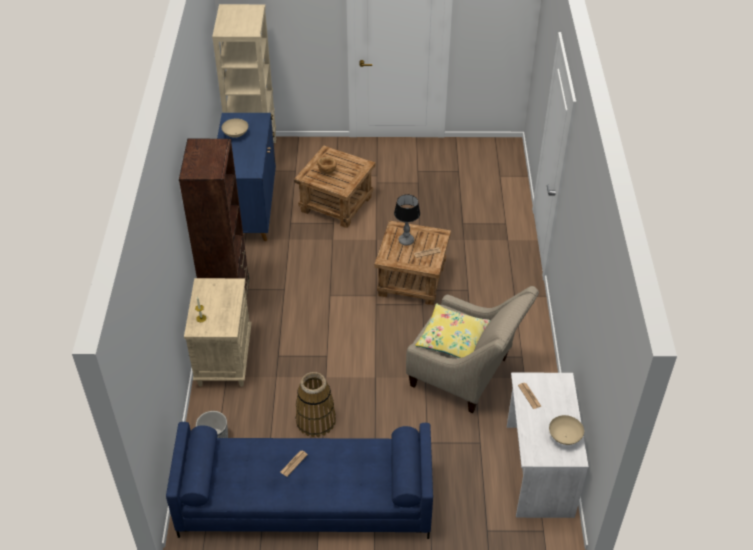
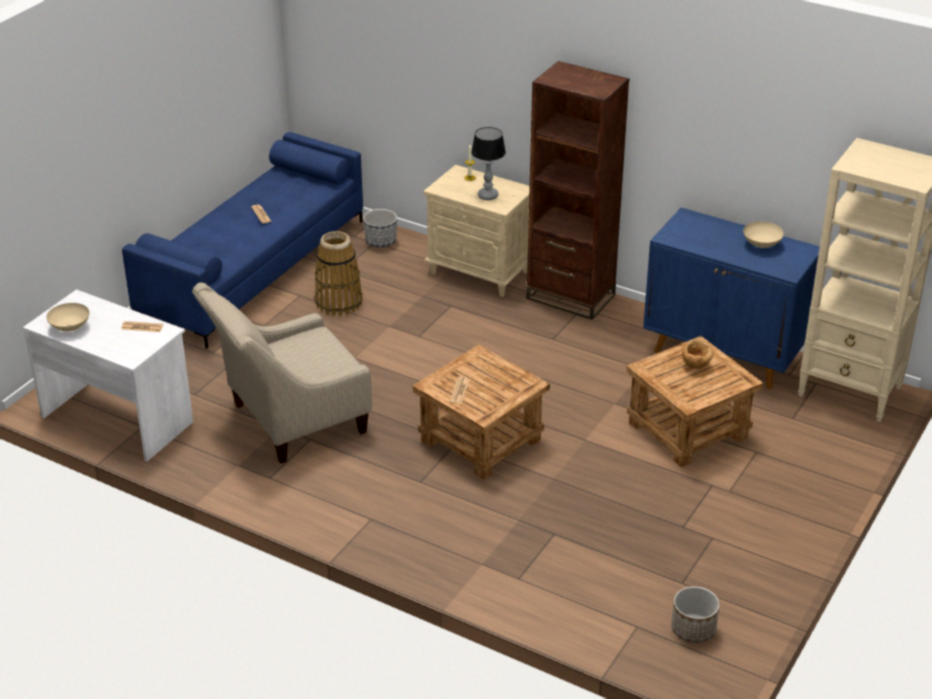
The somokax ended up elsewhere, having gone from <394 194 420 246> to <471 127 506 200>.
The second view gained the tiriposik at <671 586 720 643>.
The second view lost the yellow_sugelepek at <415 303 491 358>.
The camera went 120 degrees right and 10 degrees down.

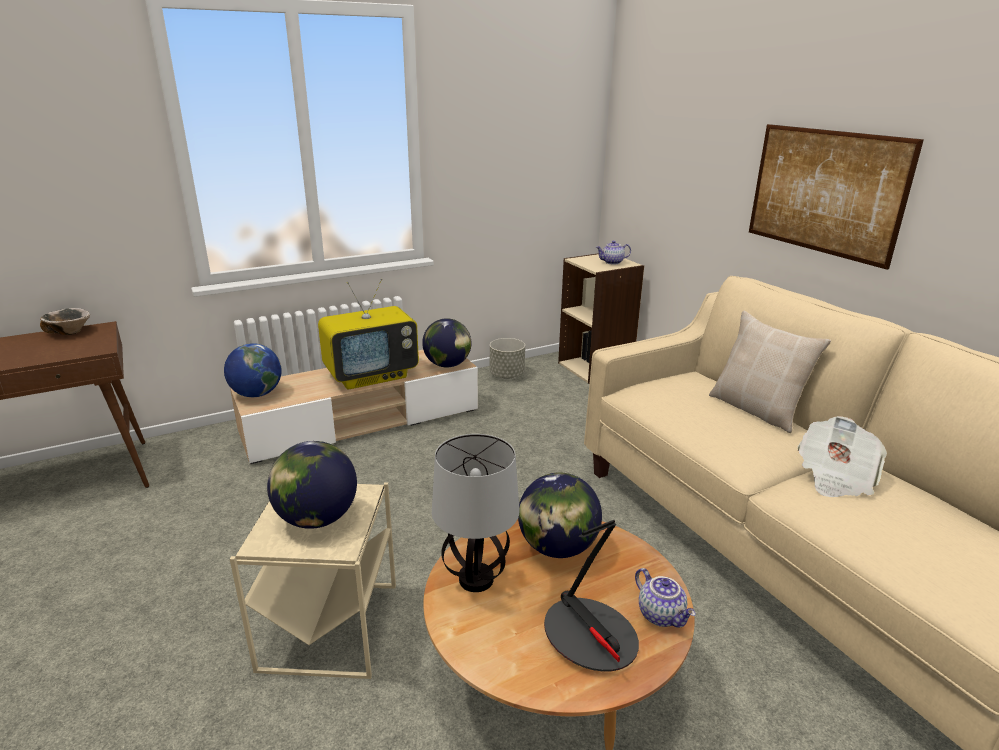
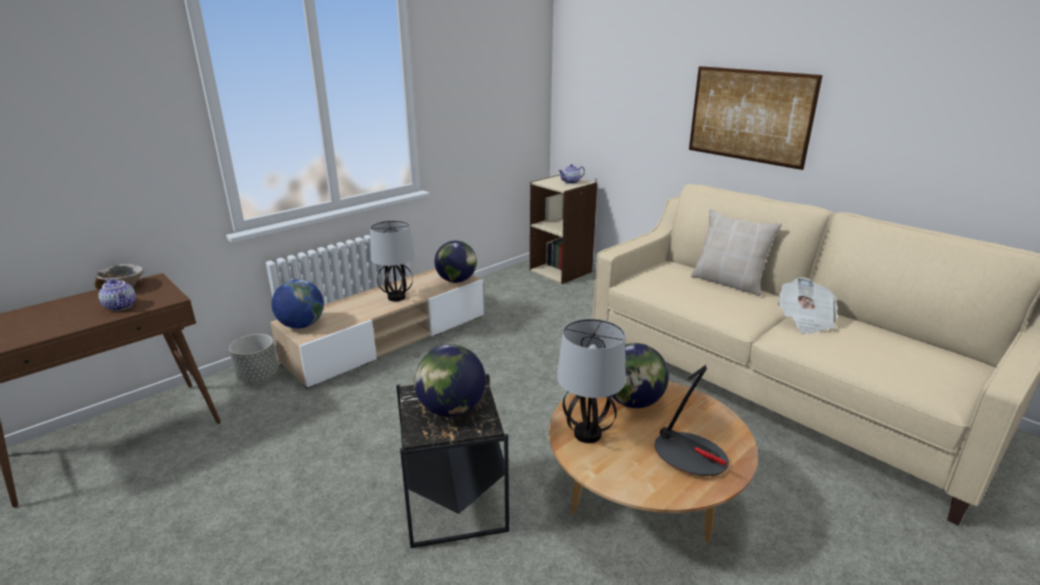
The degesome ended up elsewhere, having gone from <635 568 696 628> to <98 279 136 311>.
The grey_tiriposik ended up elsewhere, having gone from <490 338 525 379> to <229 334 278 382>.
Where the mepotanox stood at <318 278 419 390>, the somokax came to stand at <370 220 415 301>.
What was the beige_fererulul at <230 482 396 679> turned into the black_fererulul at <396 374 509 548>.
The camera went 15 degrees left and 0 degrees up.

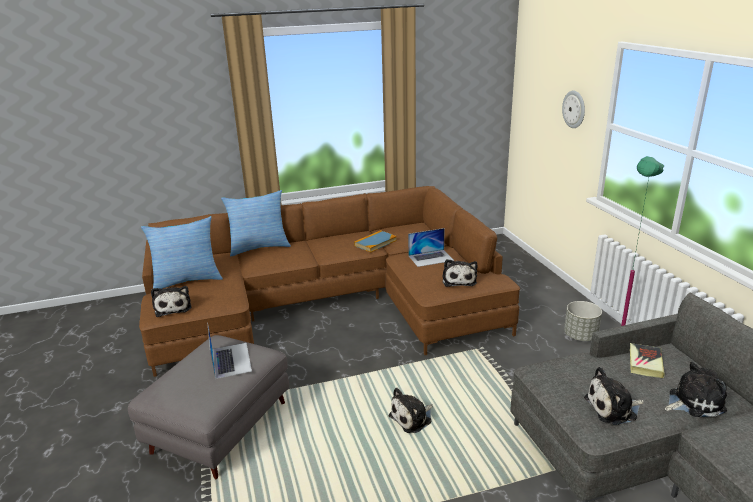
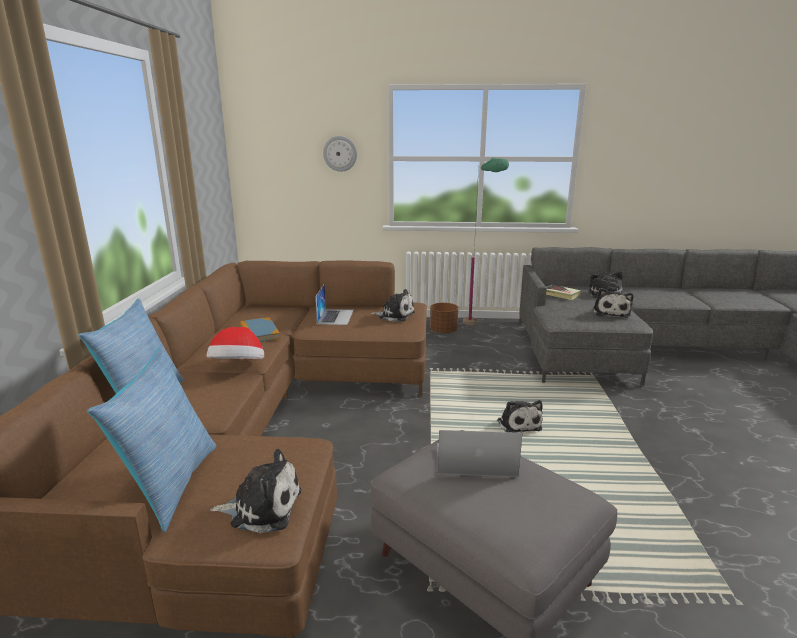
The second view gained the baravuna at <207 327 264 359>.
What was the grey_tiriposik at <564 301 602 341> turned into the brown_tiriposik at <430 303 459 334>.
The camera went 70 degrees left and 5 degrees down.

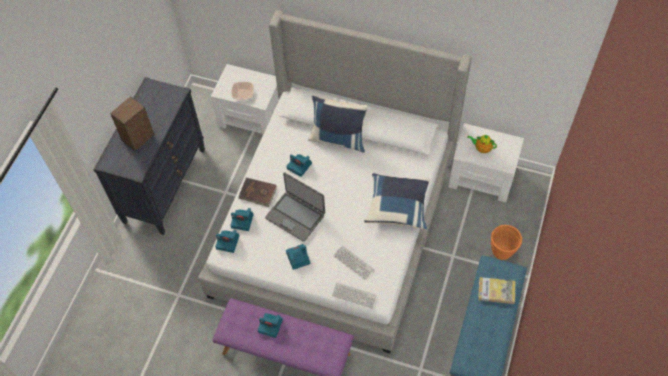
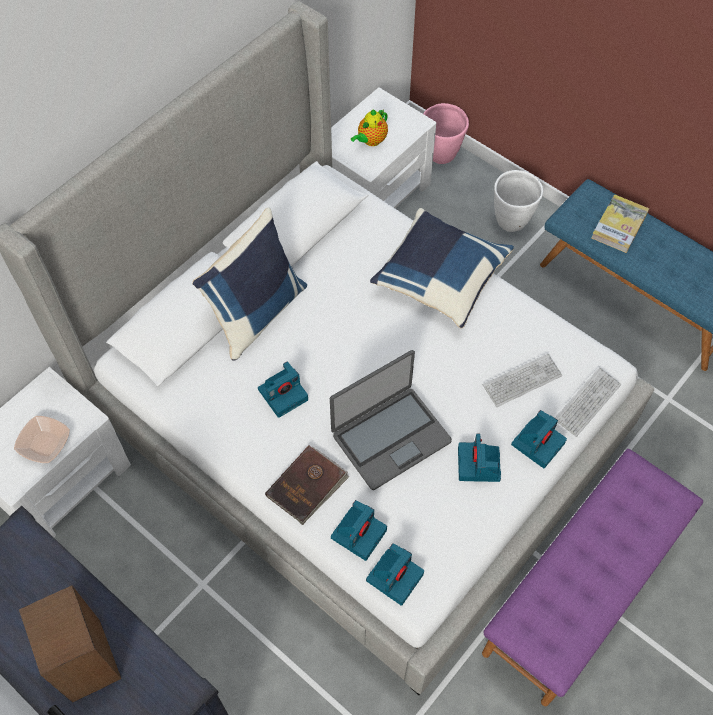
The second view gained the pink_tiriposik at <423 103 469 164>.
What was the orange_tiriposik at <491 225 522 260> turned into the white_tiriposik at <494 170 543 232>.
The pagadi ended up elsewhere, having gone from <258 313 283 338> to <511 410 567 468>.
The camera went 70 degrees left and 0 degrees up.

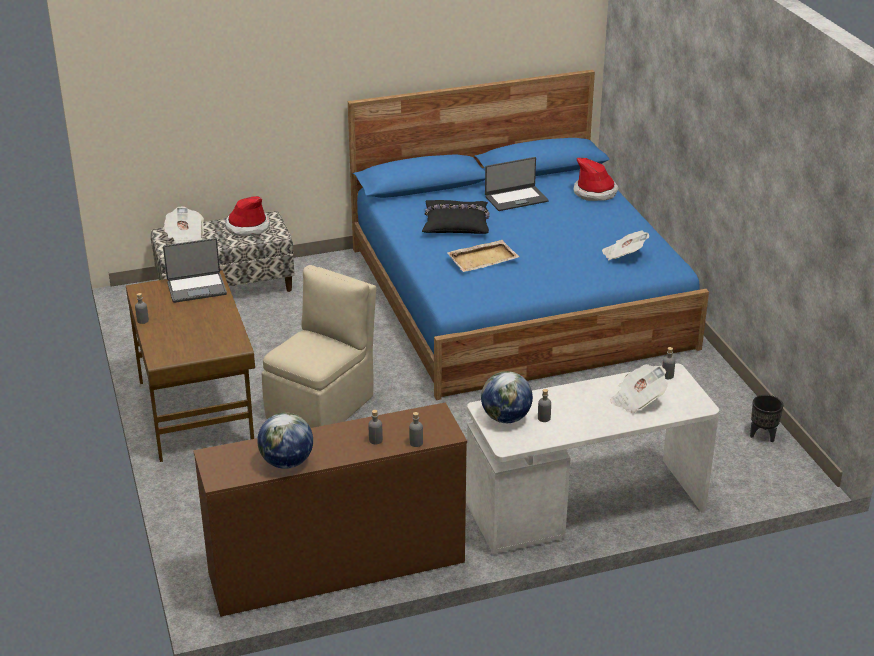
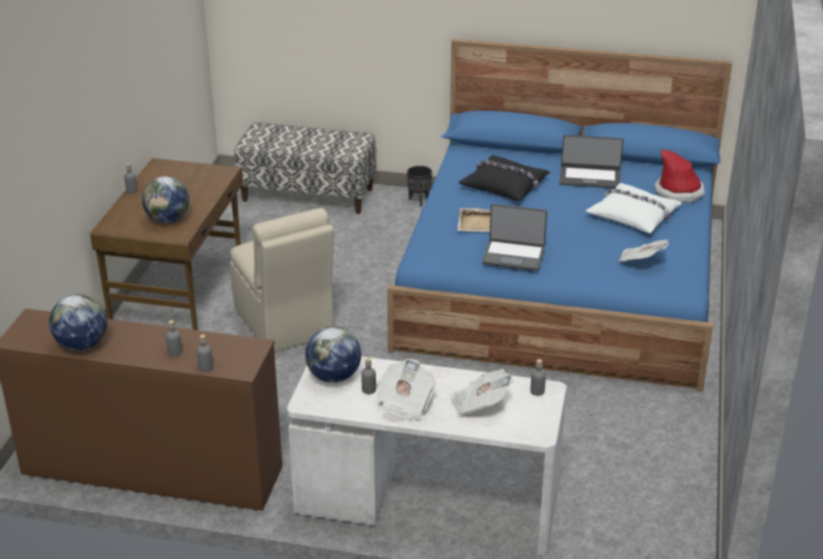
The second view gained the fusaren at <142 176 189 223>.
The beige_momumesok at <262 265 376 428> ended up facing another way, 90 degrees clockwise from before.
The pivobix ended up elsewhere, having gone from <163 206 204 244> to <376 359 436 422>.
The black_tiriposik ended up elsewhere, having gone from <750 395 783 442> to <407 166 432 207>.
The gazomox ended up elsewhere, having gone from <163 238 227 303> to <482 204 547 271>.
The second view gained the white_sugelepek at <586 183 682 233>.
The second view lost the baravuna at <225 196 270 236>.
The camera went 30 degrees right and 0 degrees up.

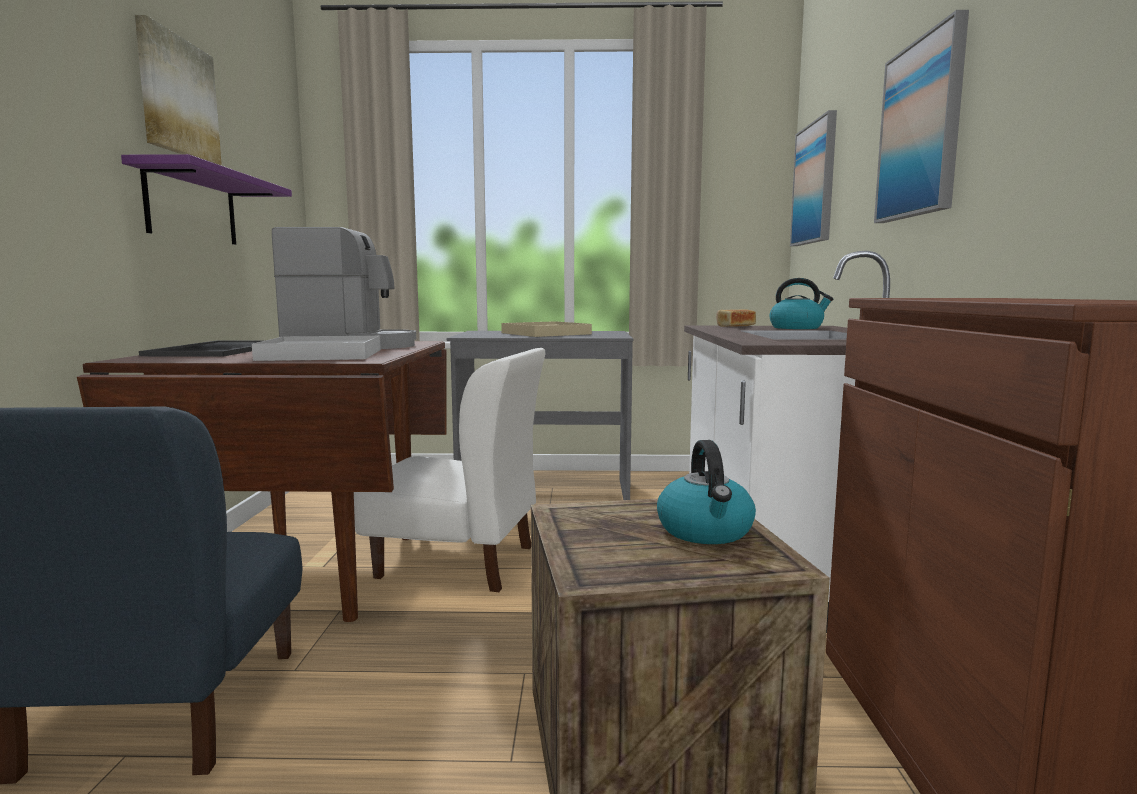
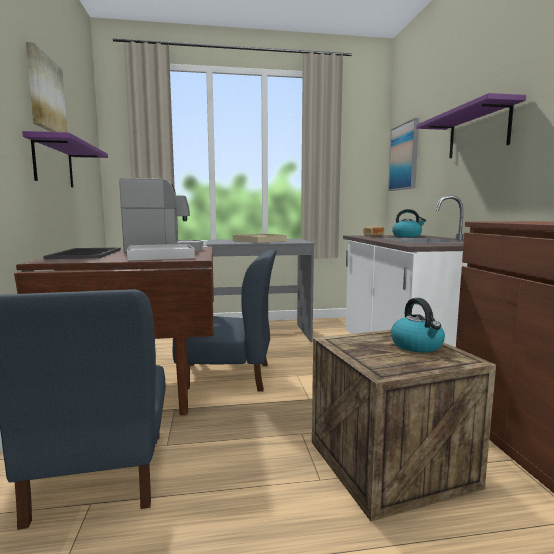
What was the white_momumesok at <354 348 545 592> turned into the blue_momumesok at <173 250 276 392>.
Where the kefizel hung at <874 10 969 223>, the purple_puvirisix came to hang at <416 93 526 158>.
The camera went 10 degrees left and 0 degrees up.

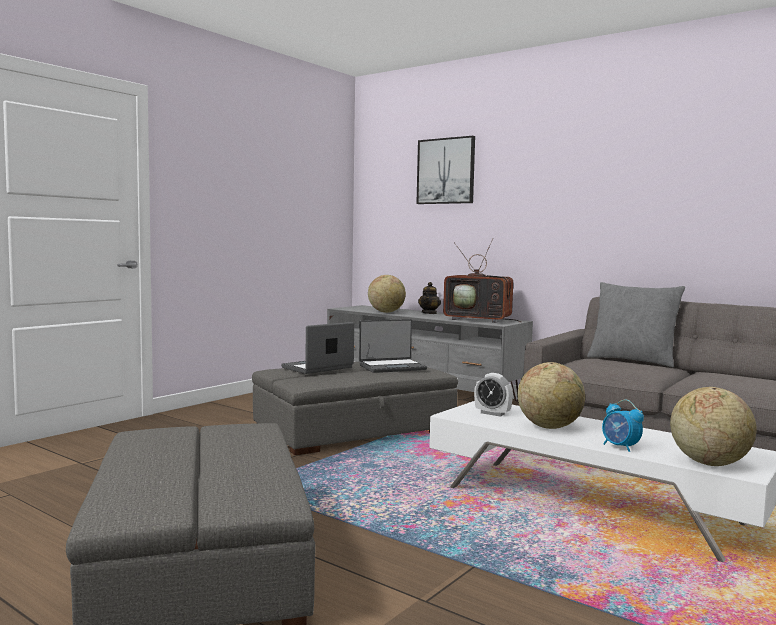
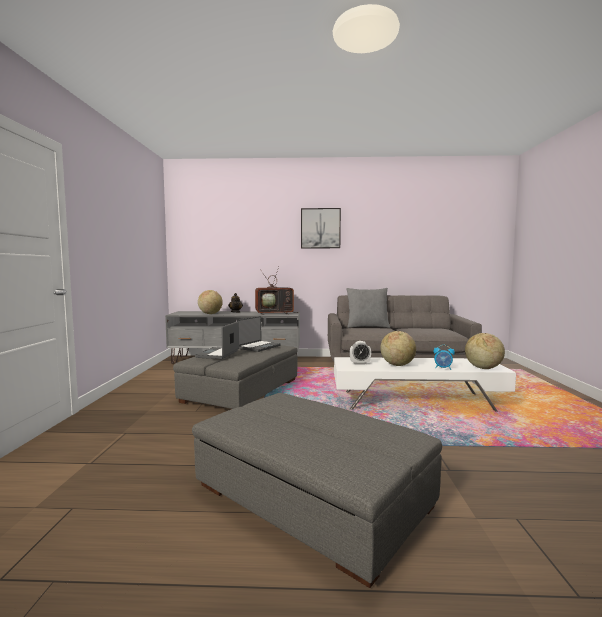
The kefizel ended up elsewhere, having gone from <416 136 475 204> to <301 208 341 248>.
The camera went 35 degrees left and 0 degrees up.

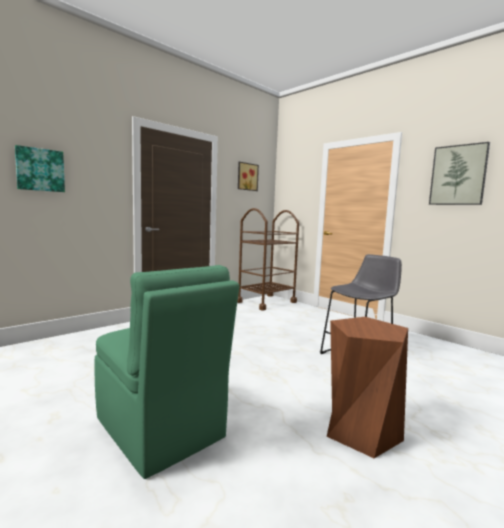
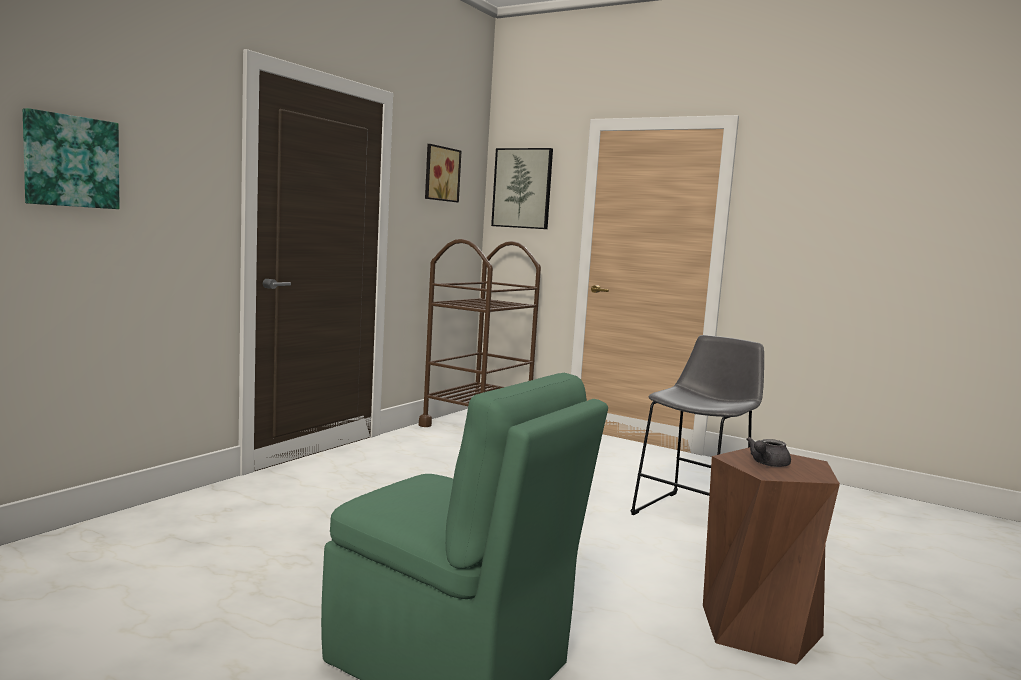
The kefizel ended up elsewhere, having gone from <429 142 490 205> to <491 148 553 229>.
The second view gained the grey_degesome at <747 437 791 467>.
The camera went 15 degrees left and 0 degrees up.

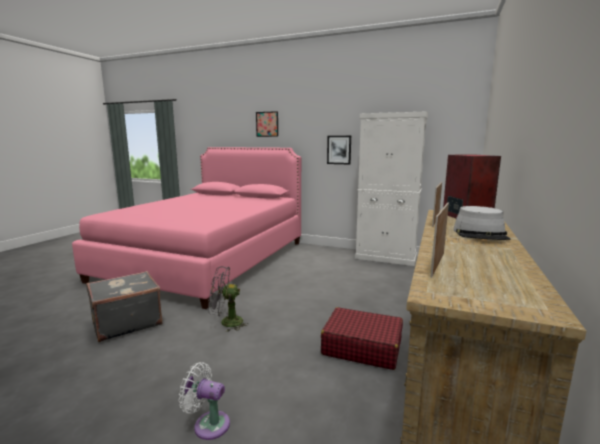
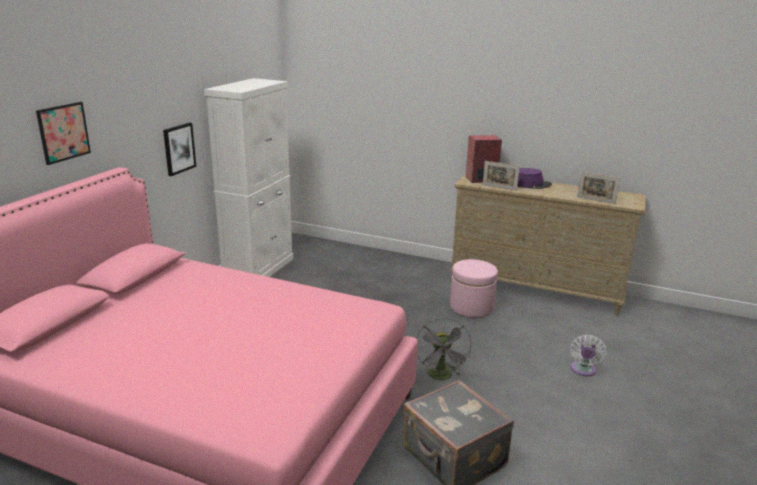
Where the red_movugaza stood at <321 307 403 370>, the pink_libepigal came to stand at <450 259 498 318>.
What was the grey_baravuna at <453 206 510 240> turned into the purple_baravuna at <518 168 552 189>.
The camera went 90 degrees left and 10 degrees up.

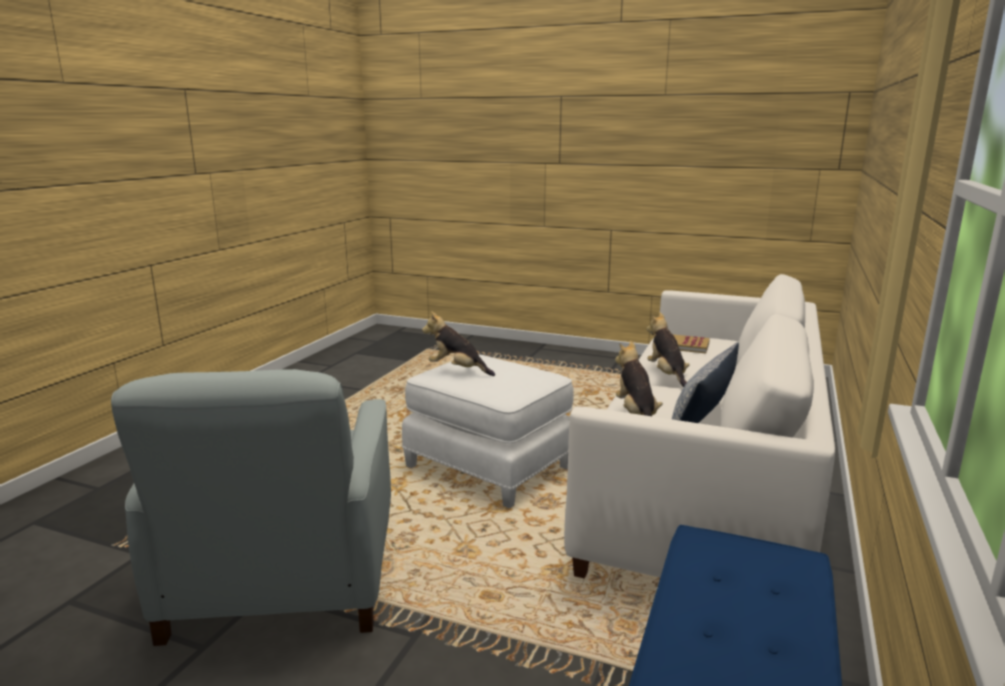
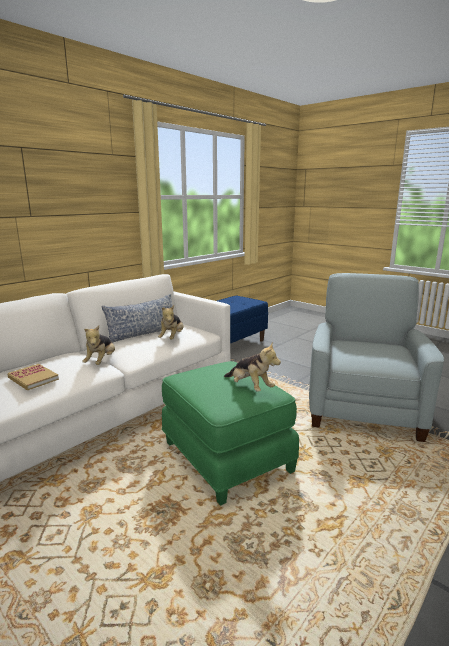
What was the white_libepigal at <402 354 574 509> turned into the green_libepigal at <162 361 299 506>.
The camera went 160 degrees left and 0 degrees up.

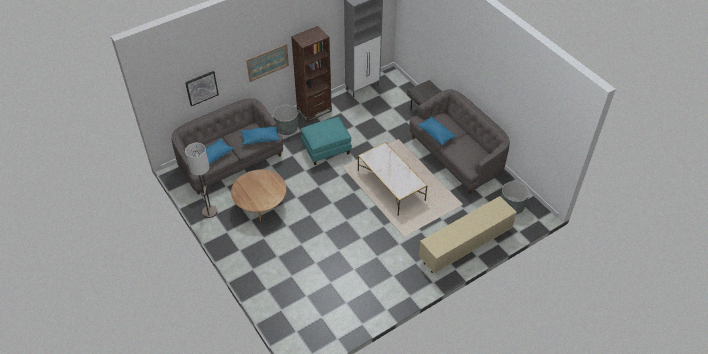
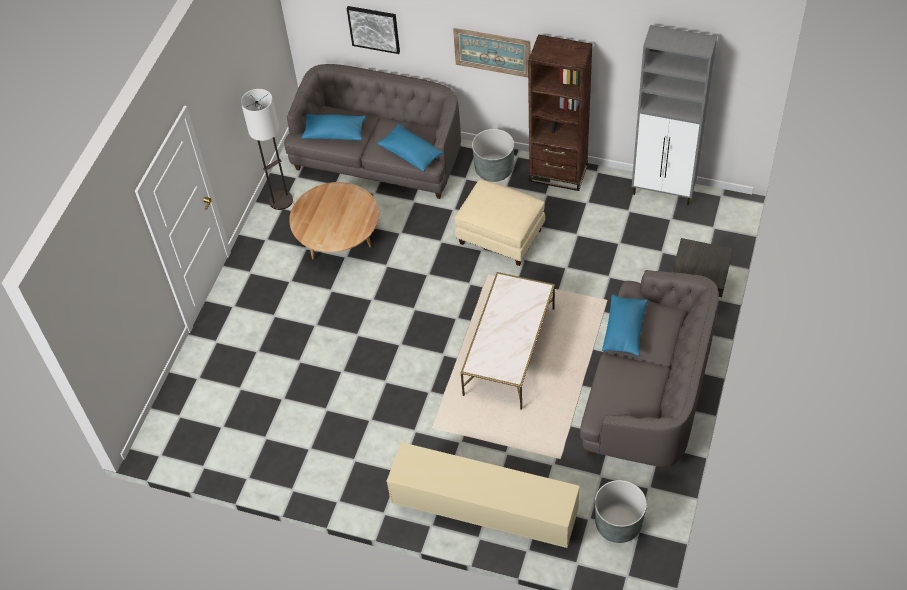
What was the turquoise_libepigal at <301 117 352 165> turned into the beige_libepigal at <455 179 545 266>.
The camera went 55 degrees right and 5 degrees up.

